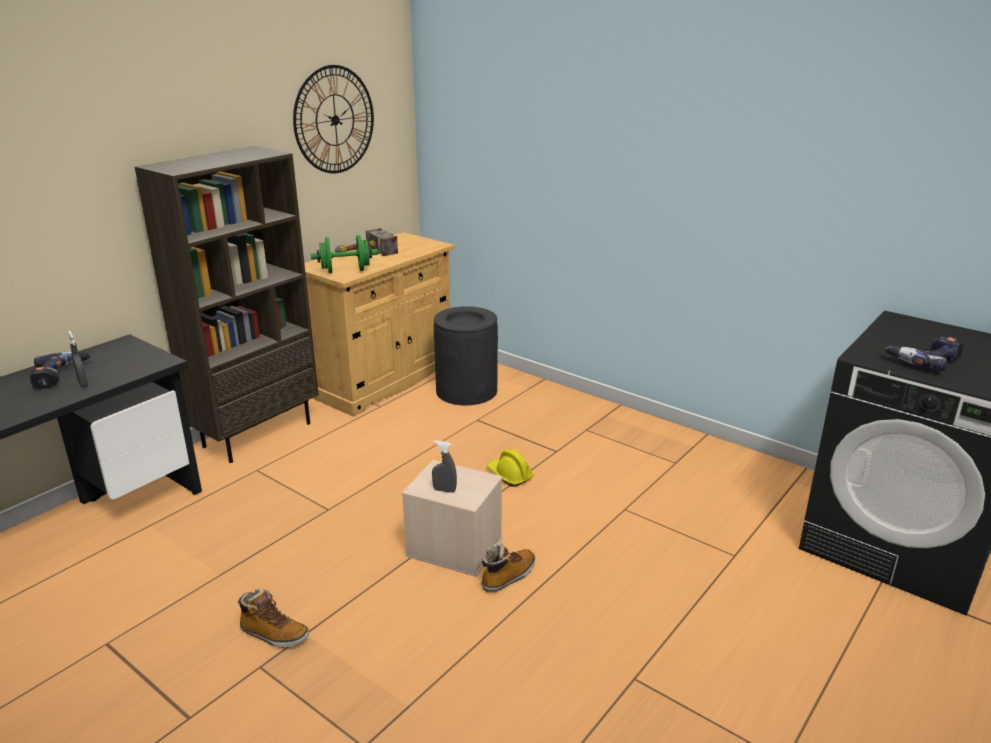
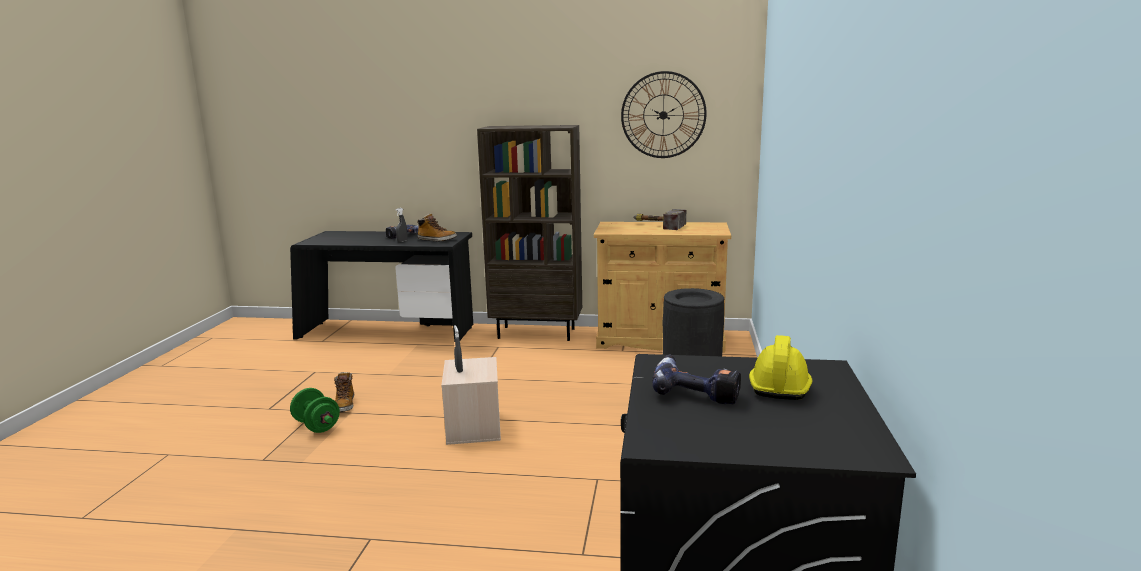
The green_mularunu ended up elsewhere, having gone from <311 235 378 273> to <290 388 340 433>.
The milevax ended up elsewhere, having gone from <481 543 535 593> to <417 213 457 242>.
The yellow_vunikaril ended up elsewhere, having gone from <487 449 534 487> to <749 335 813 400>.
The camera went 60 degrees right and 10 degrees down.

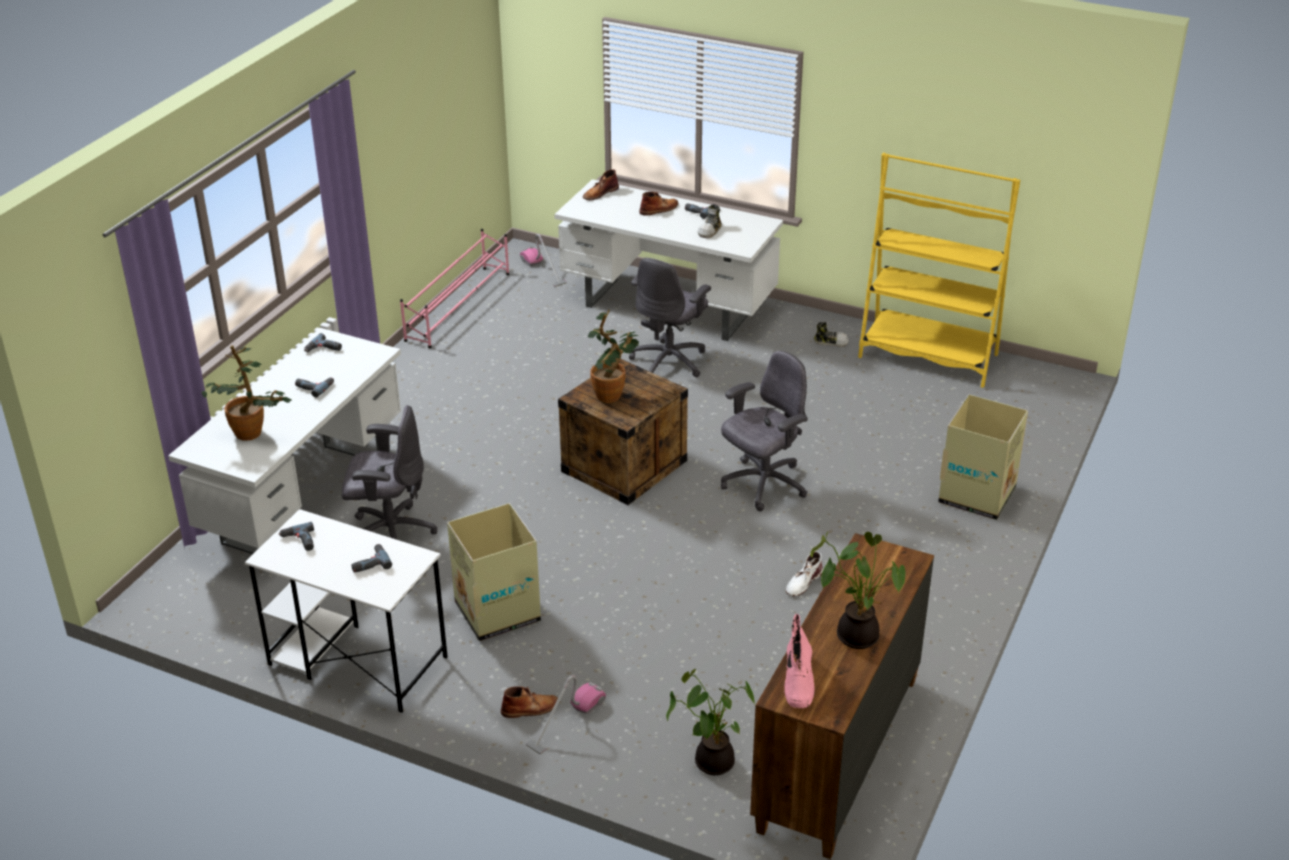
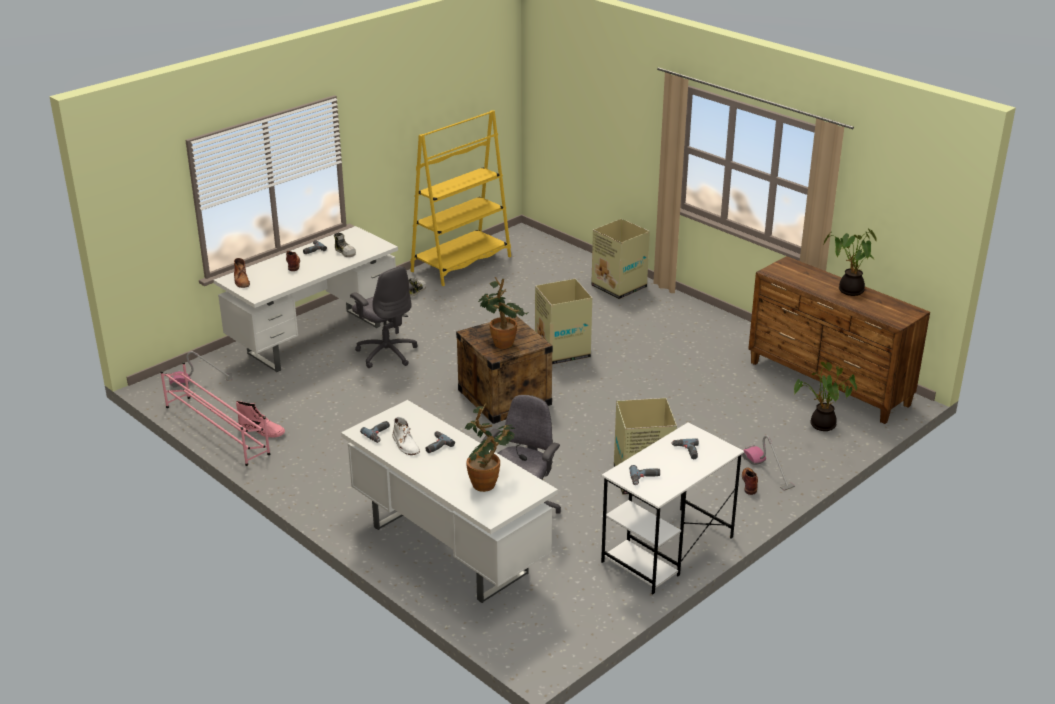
The pink_milevax ended up elsewhere, having gone from <784 614 815 709> to <236 401 285 438>.
The white_milevax ended up elsewhere, having gone from <786 552 823 597> to <392 417 420 455>.
Where the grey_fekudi stood at <721 351 808 511>, the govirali came to stand at <535 279 592 365>.
The camera went 70 degrees left and 5 degrees down.

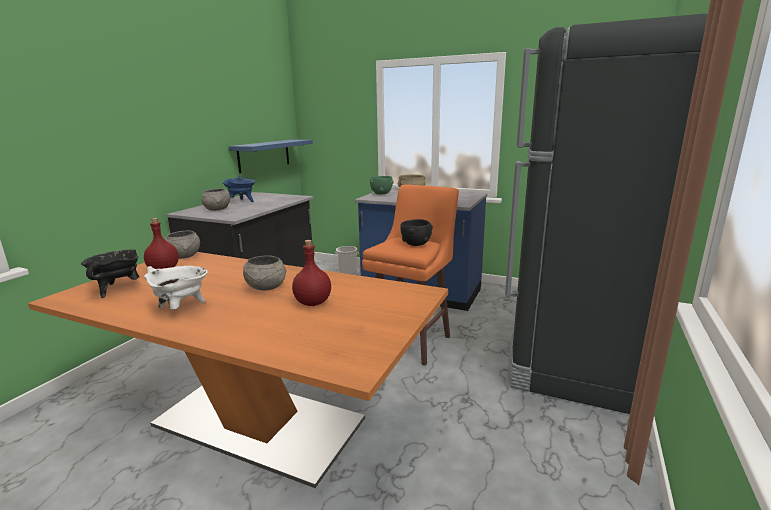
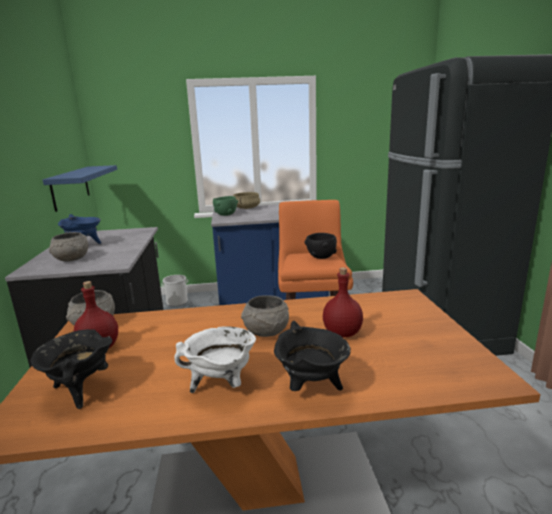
The second view gained the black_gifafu at <274 321 351 391>.
The camera went 30 degrees left and 0 degrees up.

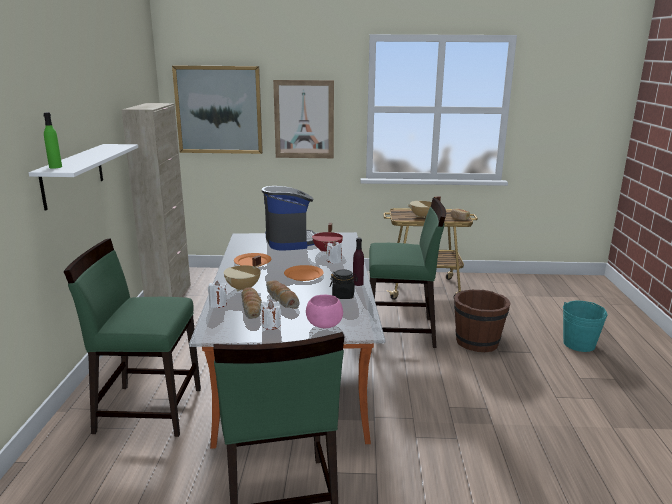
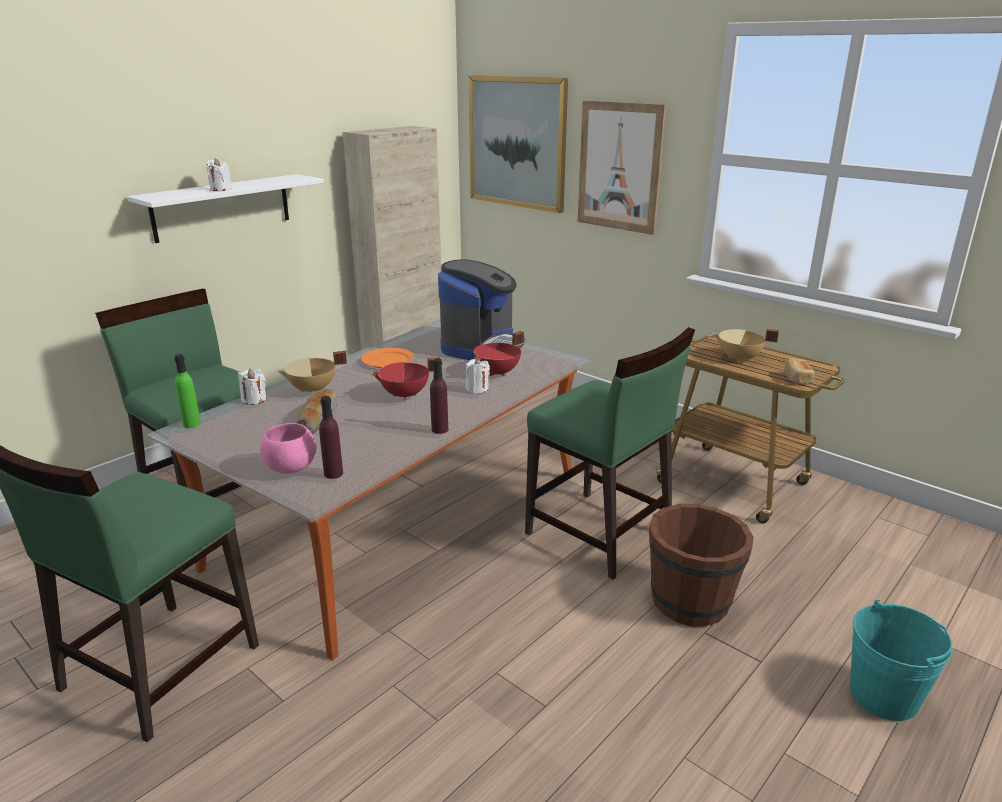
The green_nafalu ended up elsewhere, having gone from <43 112 62 169> to <174 354 201 428>.
The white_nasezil ended up elsewhere, having gone from <261 300 281 330> to <206 158 232 191>.
The second view gained the purple_nafalu at <319 396 343 479>.
Where the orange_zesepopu stood at <284 265 324 281>, the red_gifafu came to stand at <371 358 440 400>.
The second view lost the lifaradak at <241 287 262 319>.
The second view lost the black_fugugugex at <330 269 358 299>.
The camera went 40 degrees right and 5 degrees up.

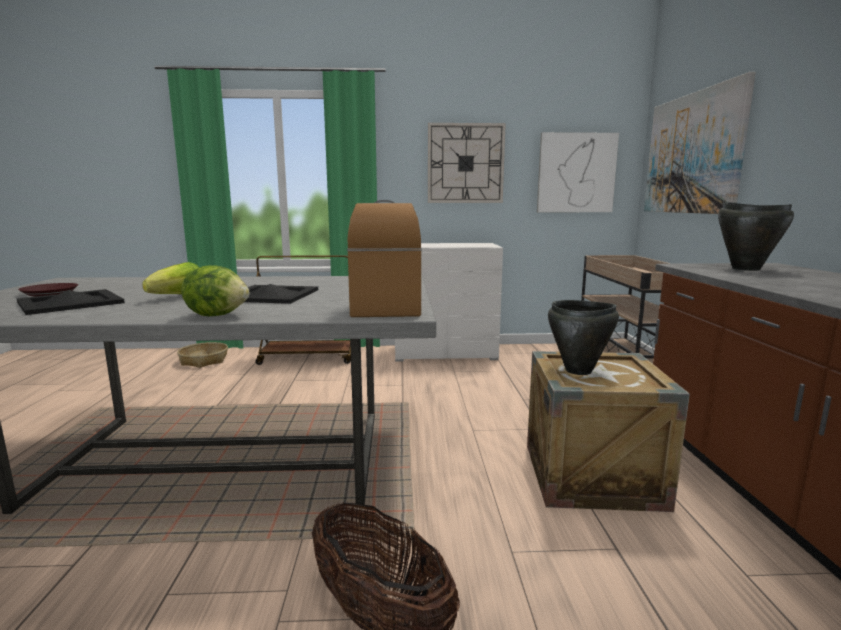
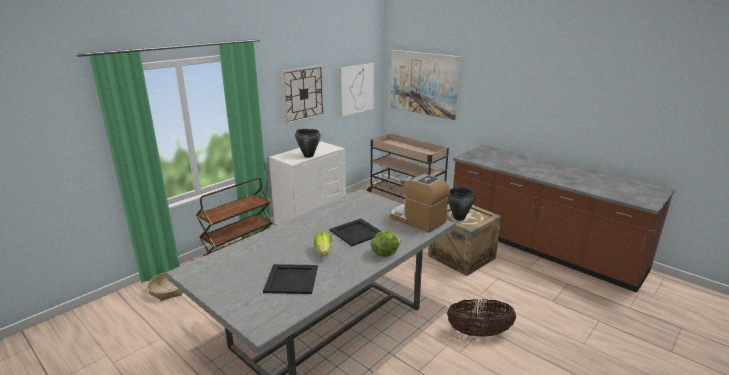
The black_gifafu ended up elsewhere, having gone from <718 202 794 271> to <295 129 321 158>.
The second view lost the brown_zesepopu at <18 283 78 296>.
The camera went 45 degrees left and 10 degrees up.

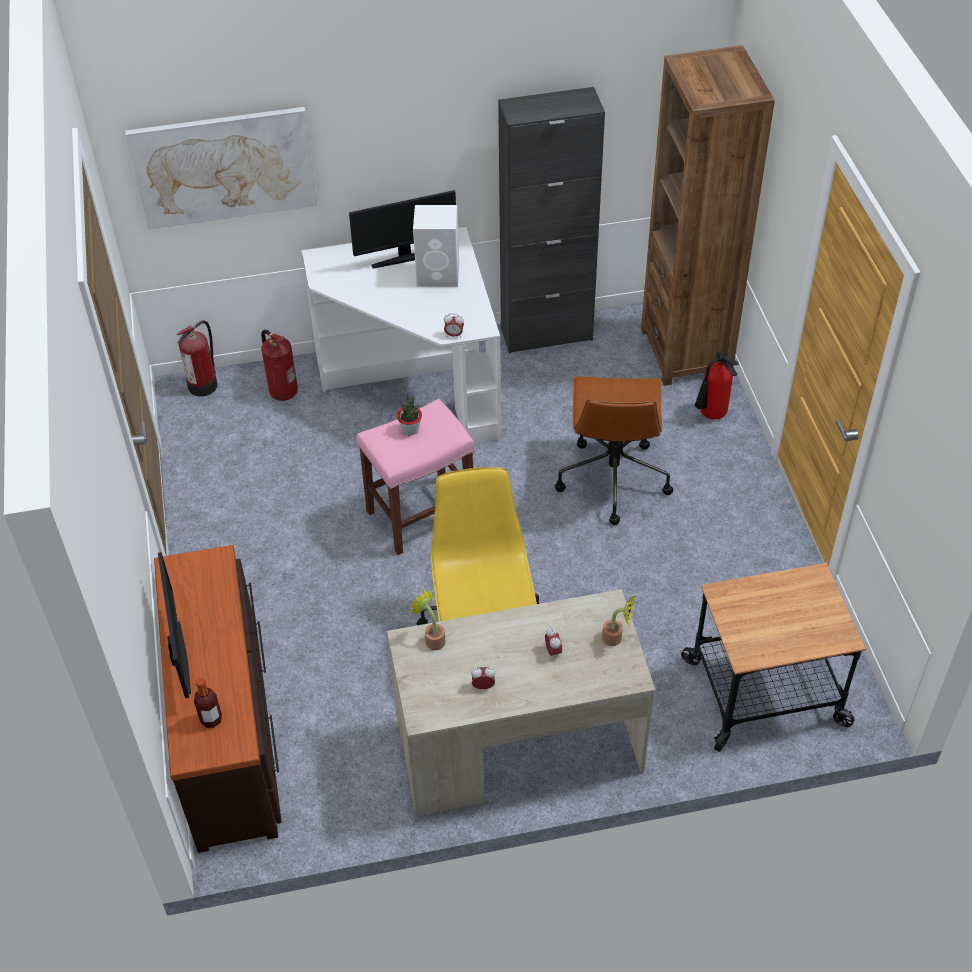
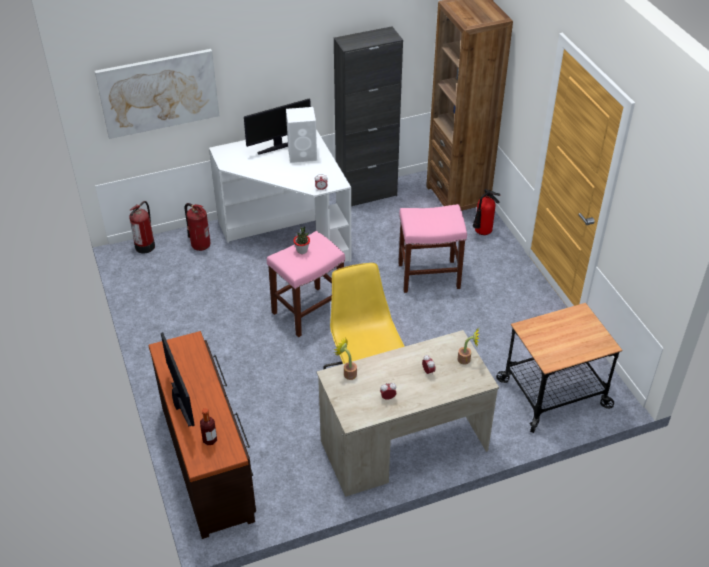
Where the brown_fekudi stood at <555 376 673 525>, the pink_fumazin came to stand at <398 204 467 293>.
The camera went 10 degrees left and 5 degrees down.

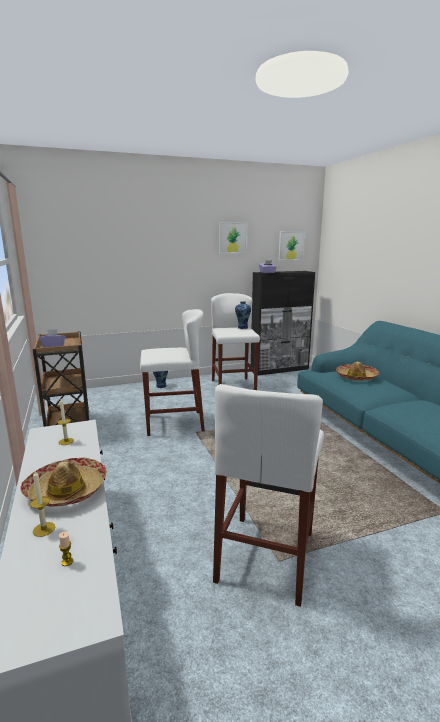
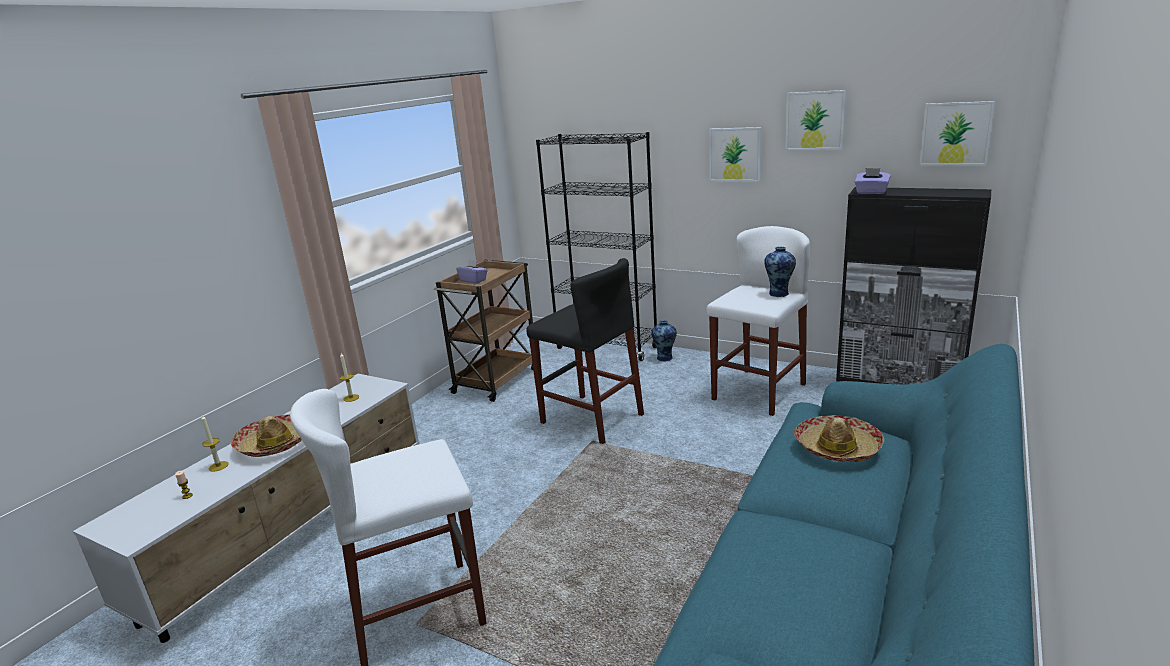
What was the white_fumazin at <140 309 205 436> turned into the black_fumazin at <526 258 644 444>.
The second view gained the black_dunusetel at <536 132 657 361>.
The second view gained the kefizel at <709 127 762 182>.
The camera went 50 degrees right and 5 degrees up.

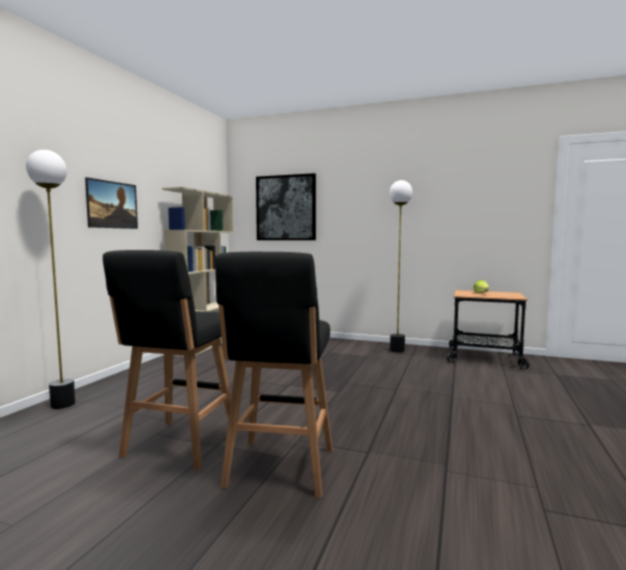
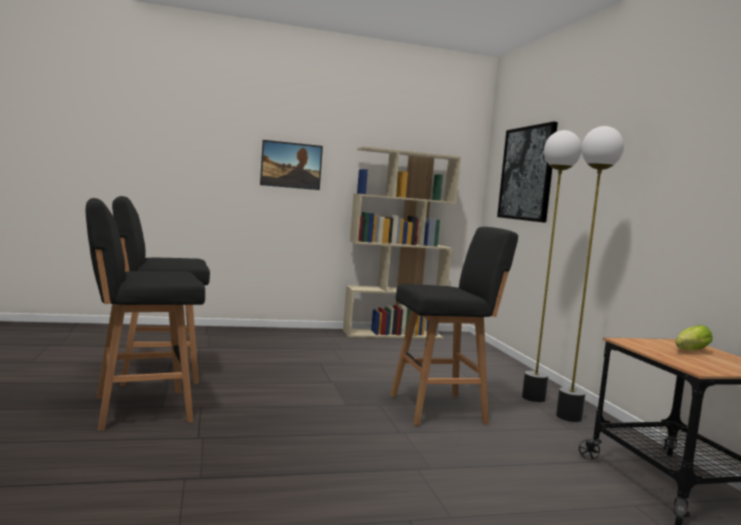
The second view gained the black_fumazin at <390 227 518 426>.
The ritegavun ended up elsewhere, having gone from <26 150 75 409> to <522 130 582 402>.
The camera went 55 degrees right and 0 degrees up.

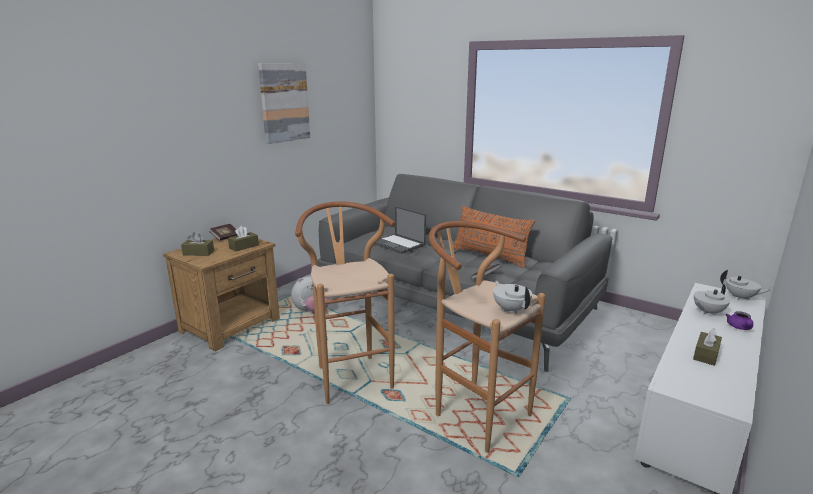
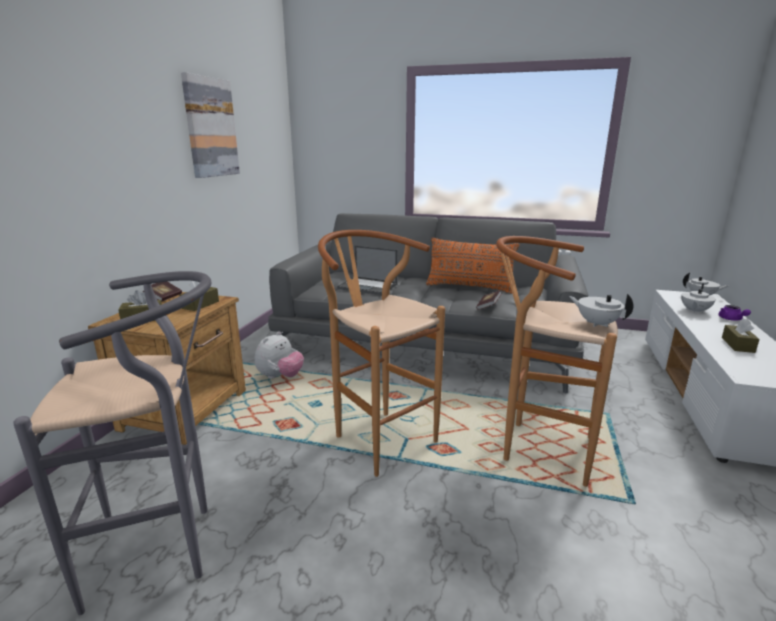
The second view gained the grey_fumazin at <13 271 211 615>.
The camera went 20 degrees left and 0 degrees up.

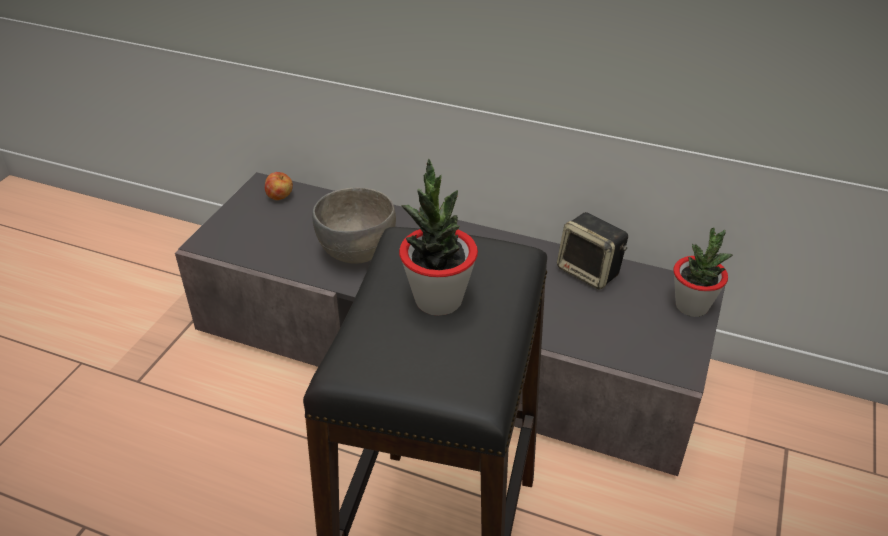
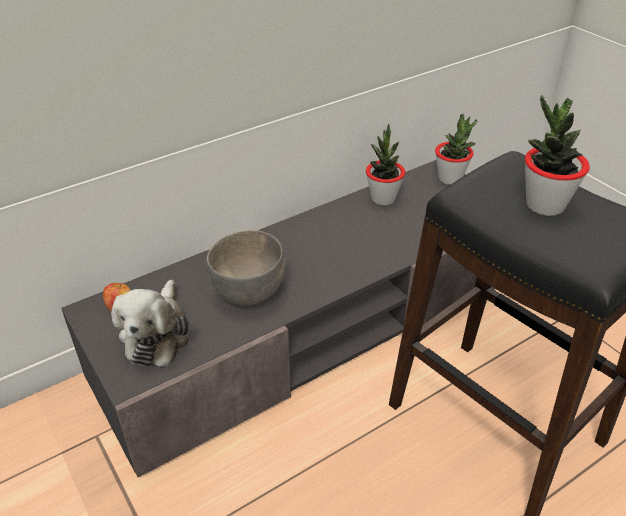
The second view gained the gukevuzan at <111 280 189 367>.
Where the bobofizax stood at <557 212 628 290>, the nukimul came to stand at <366 124 405 205>.
The camera went 55 degrees left and 0 degrees up.

